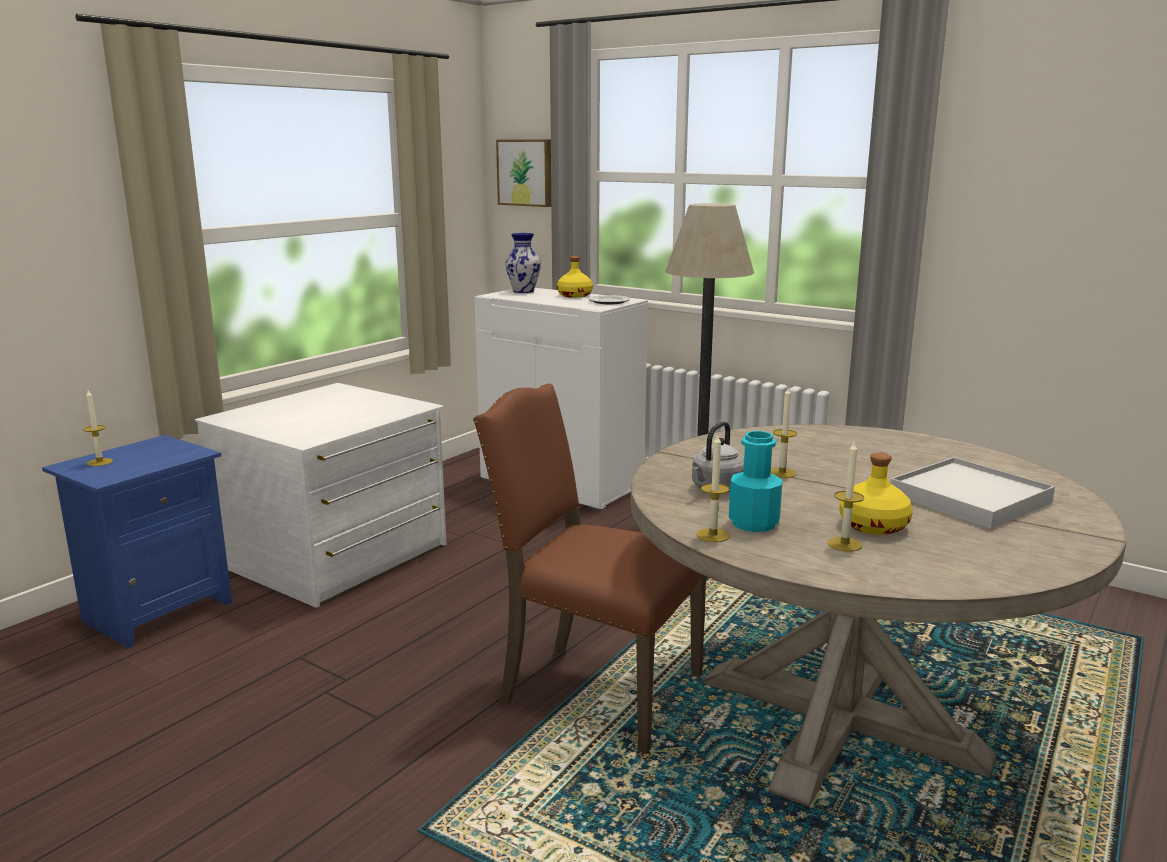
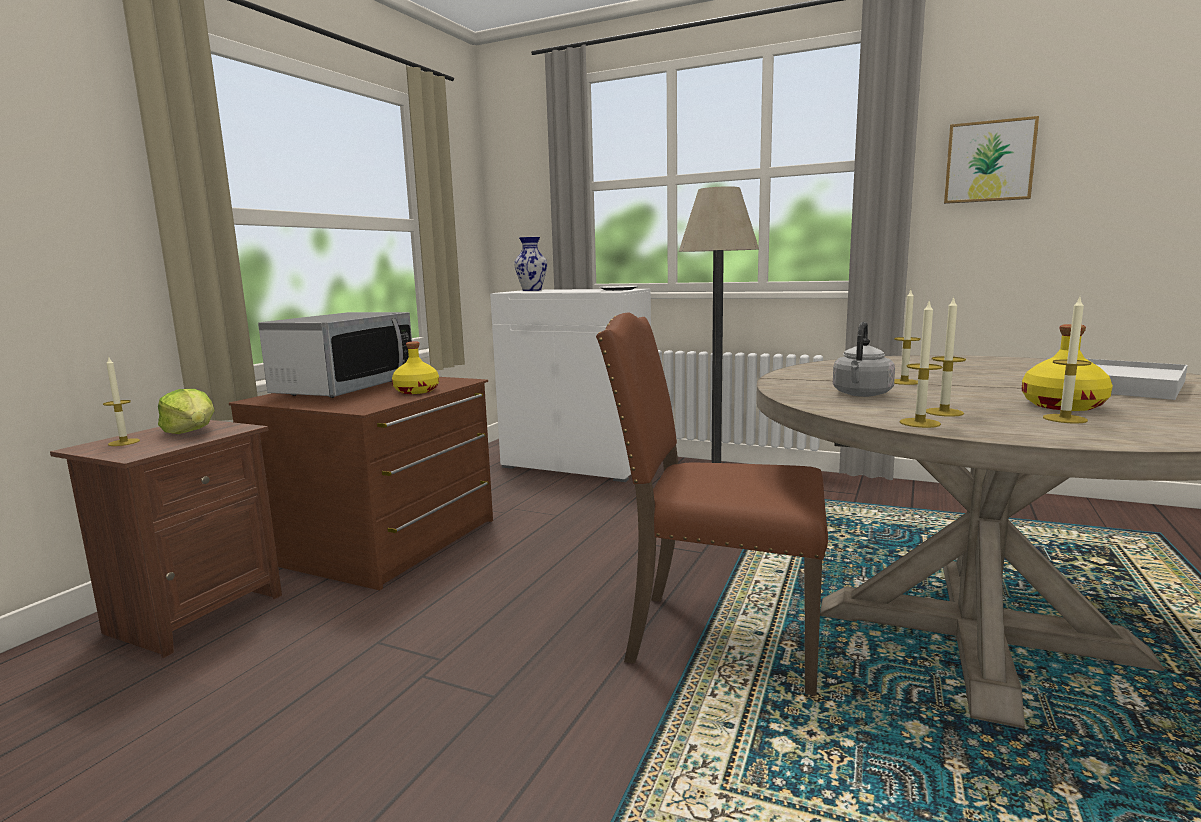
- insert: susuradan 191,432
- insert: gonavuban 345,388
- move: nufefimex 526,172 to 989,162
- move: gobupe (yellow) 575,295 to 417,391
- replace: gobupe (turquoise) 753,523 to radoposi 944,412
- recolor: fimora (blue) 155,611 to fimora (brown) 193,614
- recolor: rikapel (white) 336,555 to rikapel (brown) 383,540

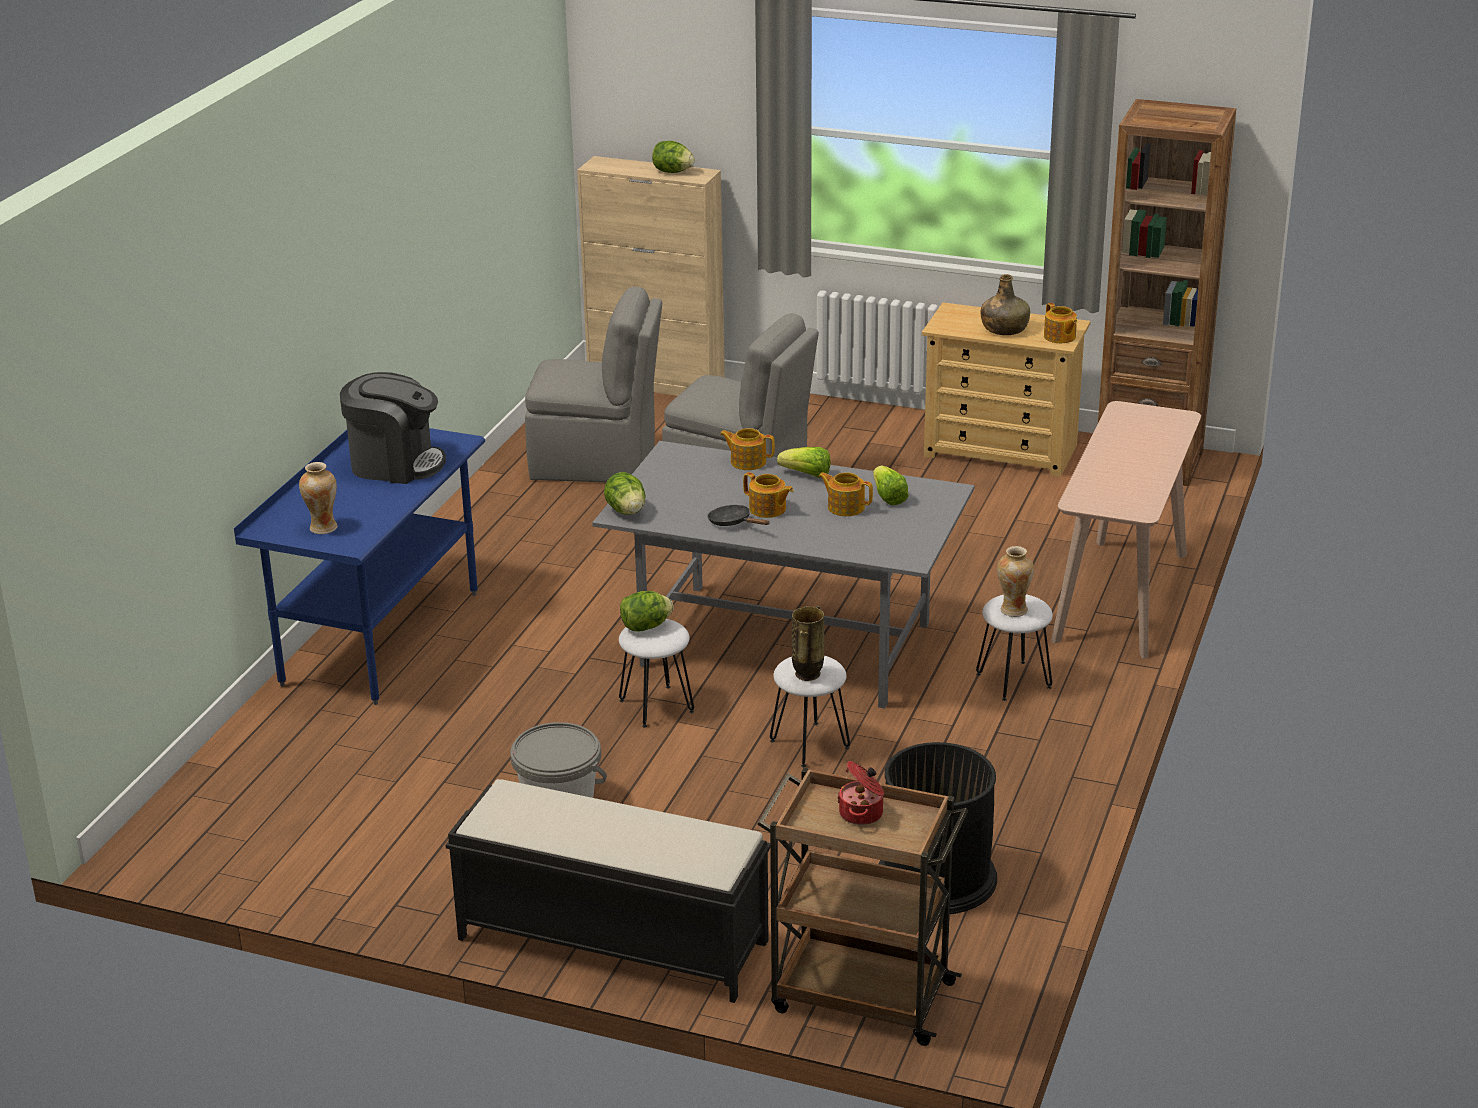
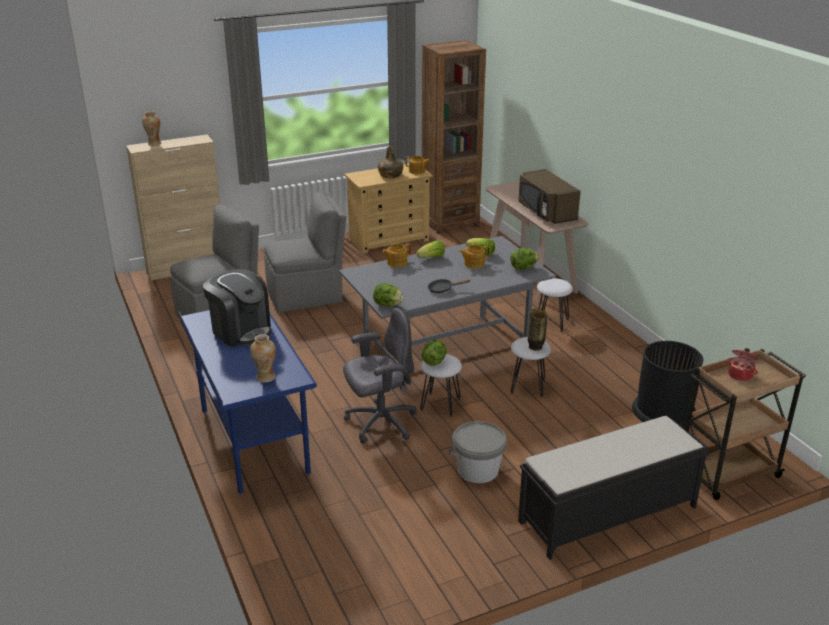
- delete: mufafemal 768,509
- insert: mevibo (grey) 380,423
- insert: gonavuban (brown) 546,212
- move: susuradan 672,172 to 523,268
- move: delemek 1013,610 to 154,144
- rotate: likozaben 395,464 = 241,330 75 degrees clockwise

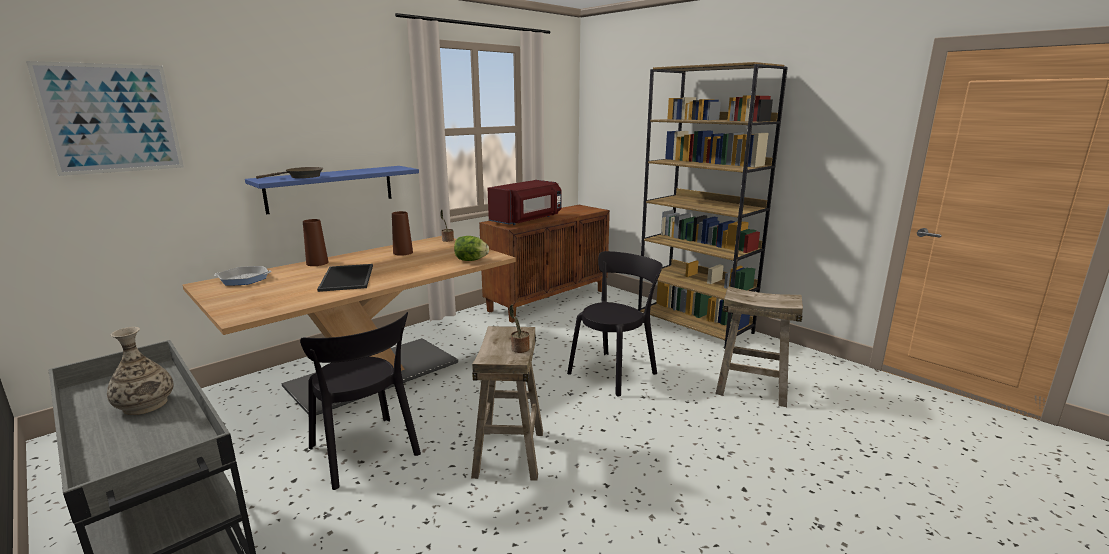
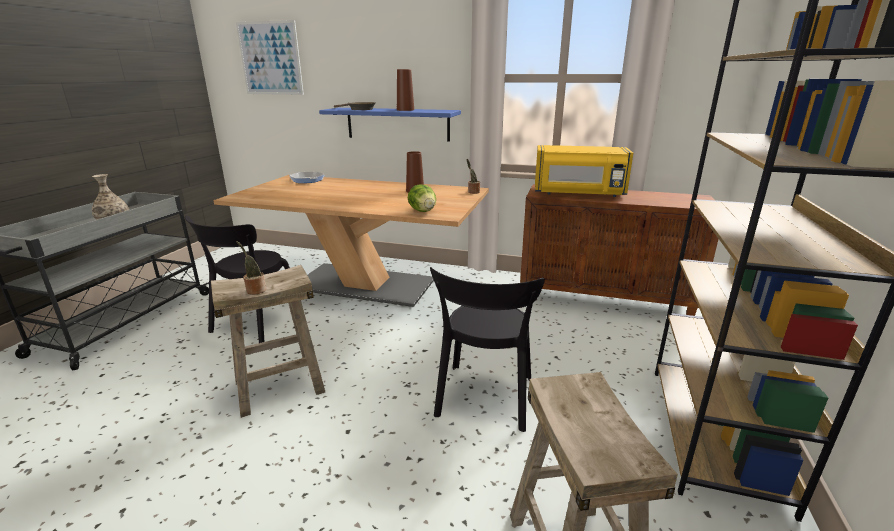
- delete: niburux 348,278
- move: delemek (brown) 317,263 to 405,110
- recolor: gonavuban (red) 527,220 to gonavuban (yellow) 578,194
- rotate: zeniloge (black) 614,372 = 484,400 90 degrees clockwise

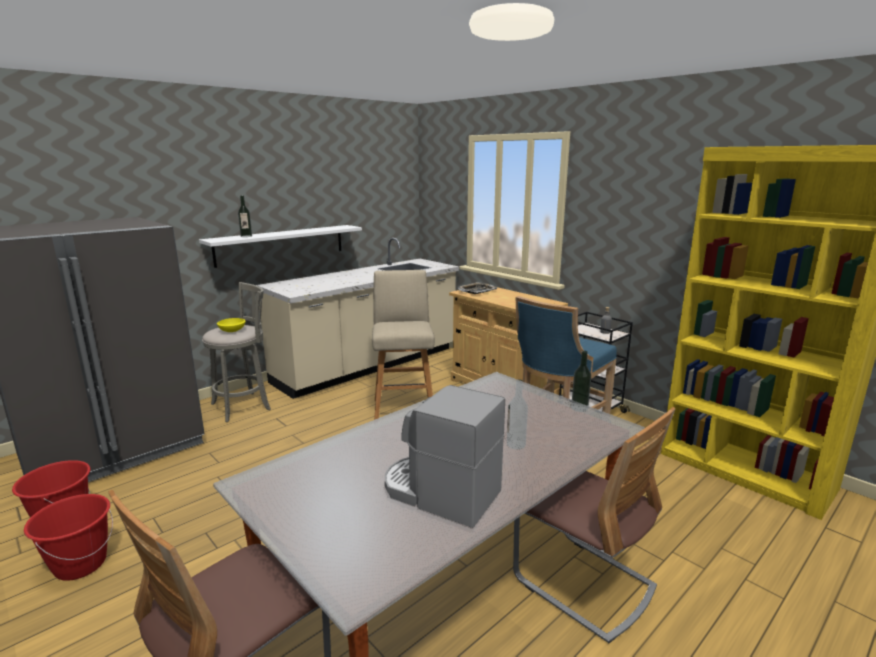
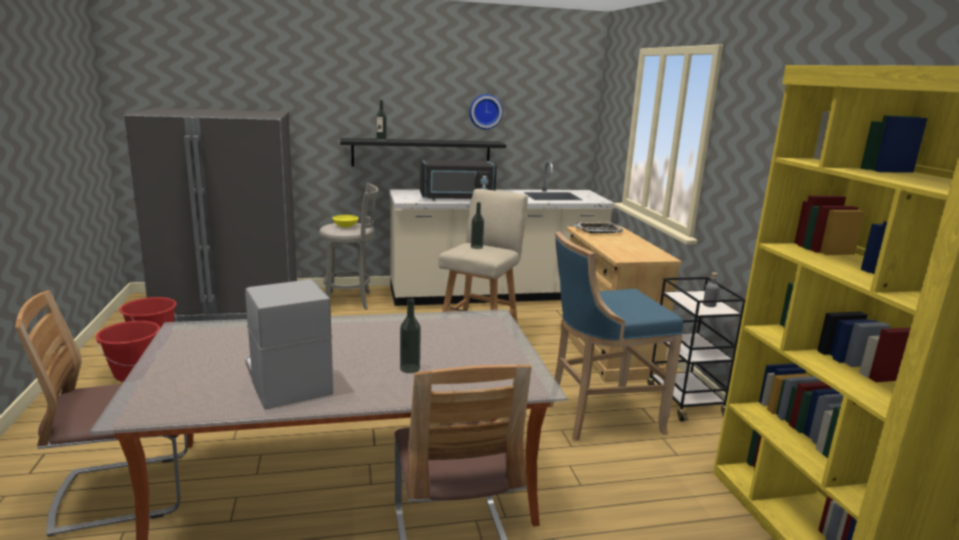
- insert: gonavuban (black) 457,199
- insert: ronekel 485,111
- move: gobupe 579,408 to 476,247
- recolor: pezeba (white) 281,245 to pezeba (black) 421,153

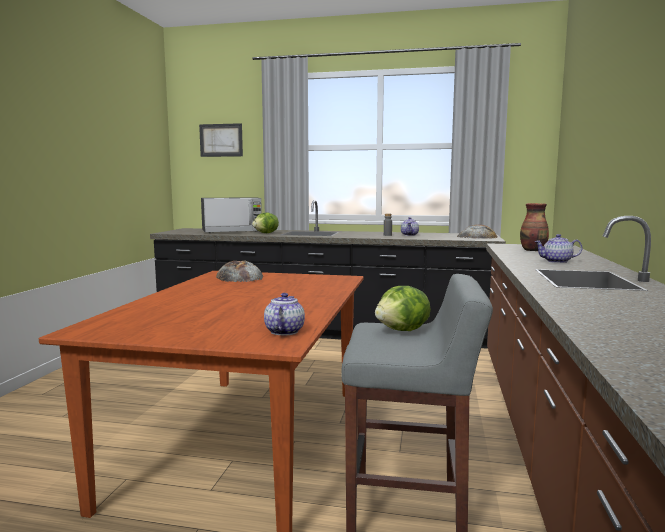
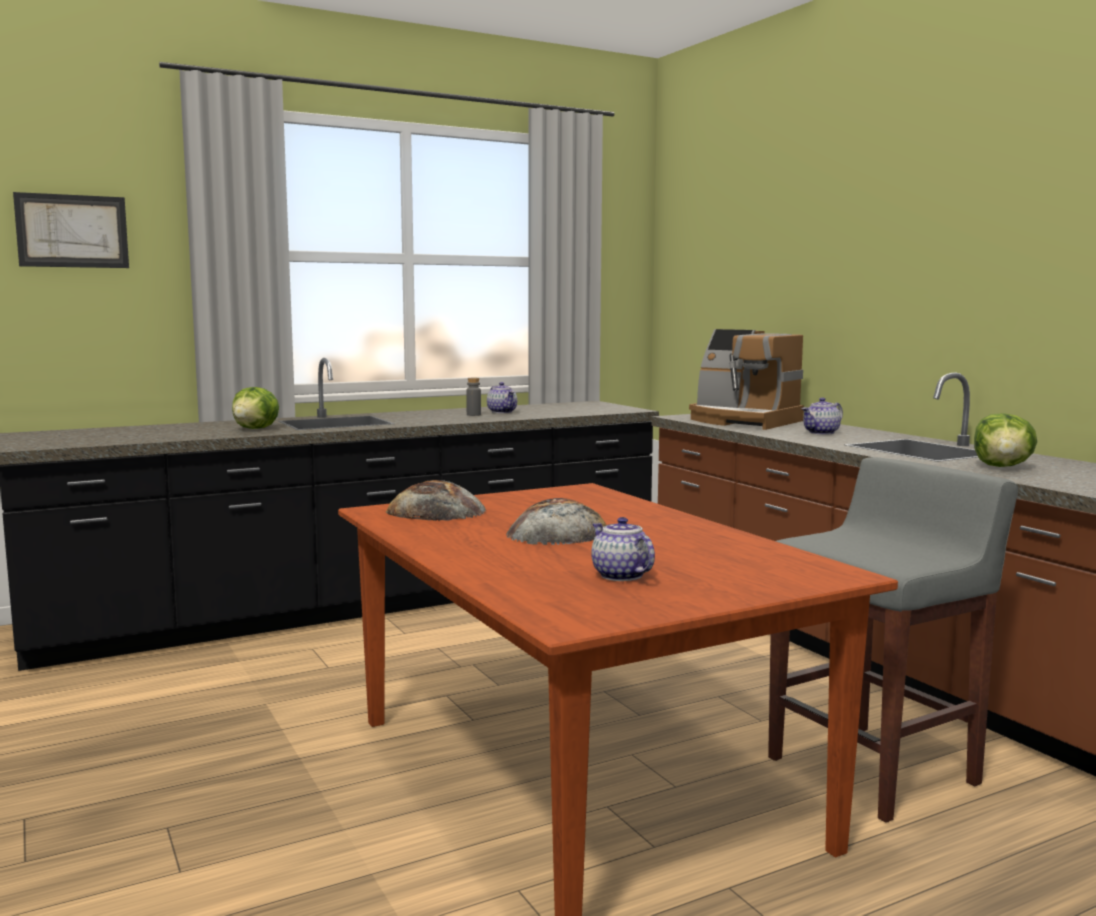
- delete: gonavuban 232,231
- move: mufafemal 284,331 to 619,575
- move: susuradan 403,330 to 1002,467
- move: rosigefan 477,236 to 558,532
- replace: delemek 533,250 to likozaben 743,421

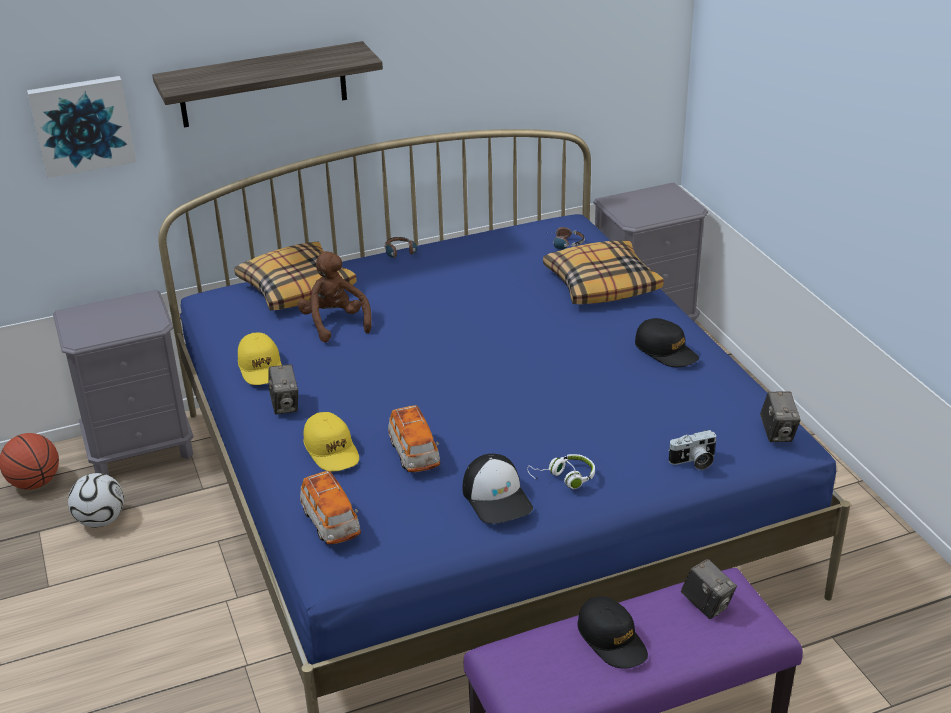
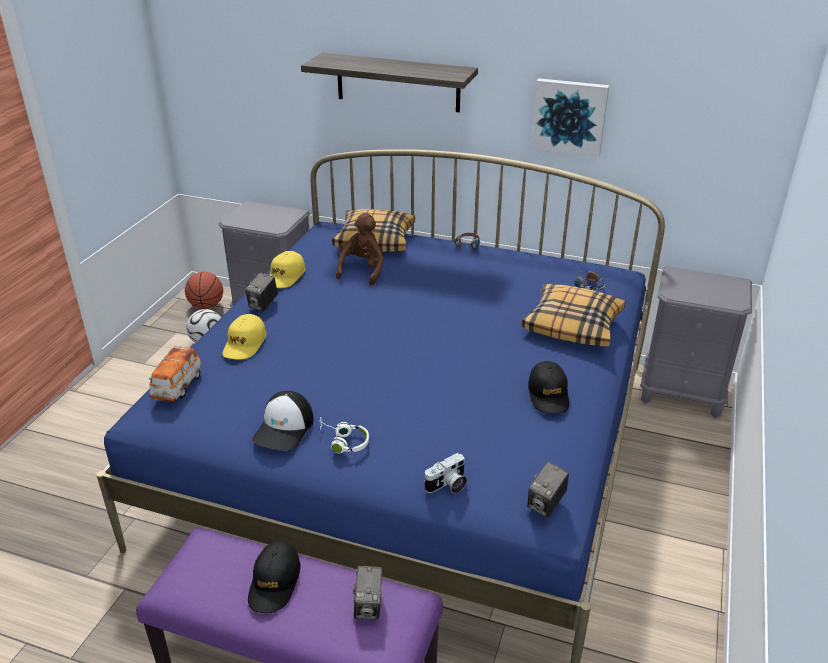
- delete: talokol 414,454
- move: nufefimex 82,125 to 569,116
- rotate: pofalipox 694,462 = 448,485 60 degrees counterclockwise

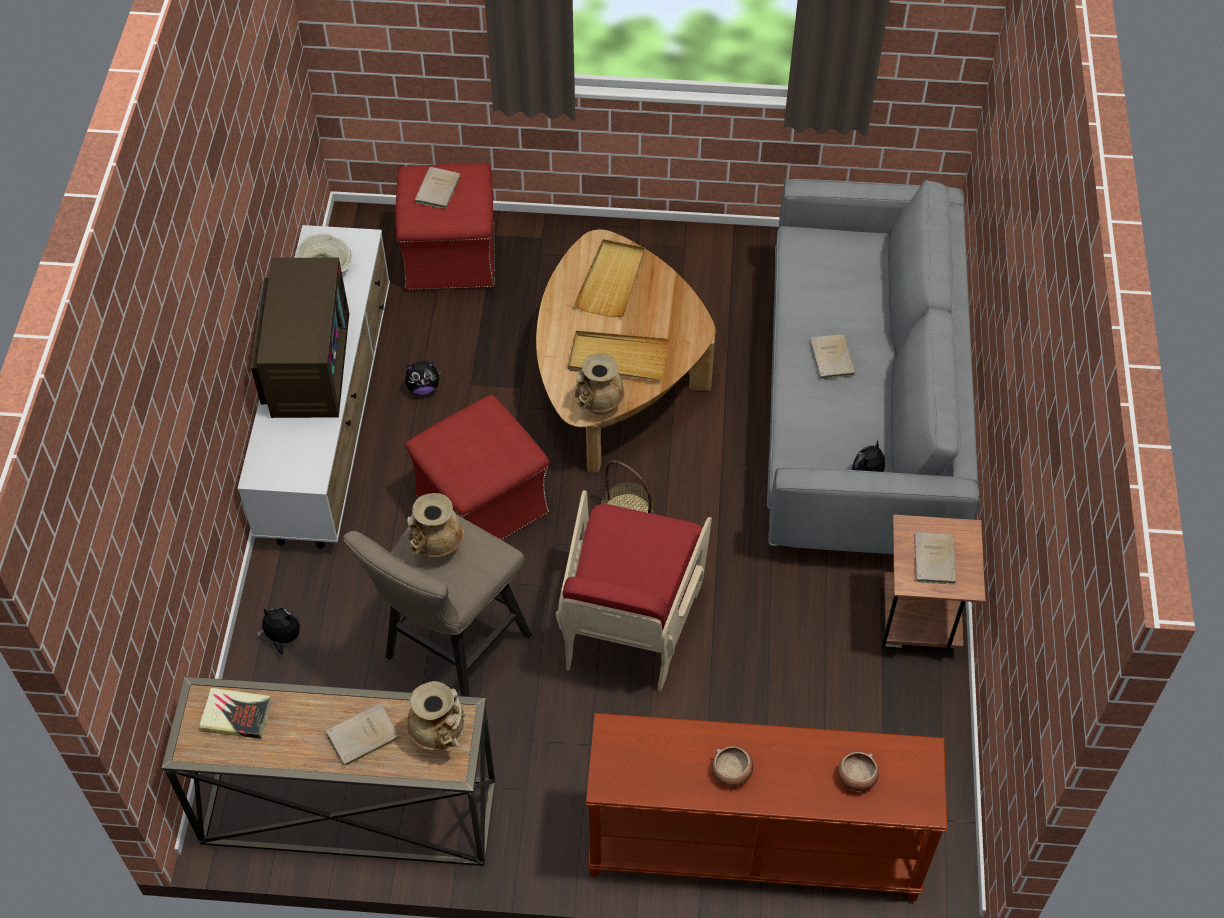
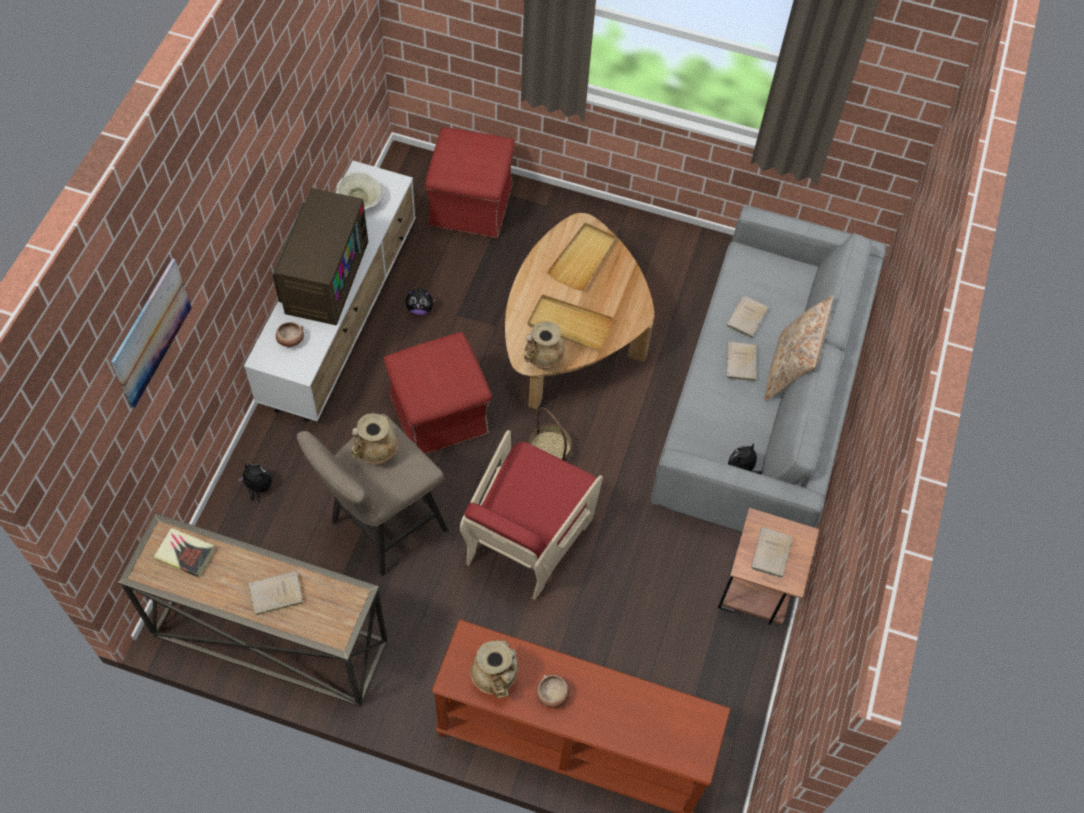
- insert: nufefimex 151,332
- insert: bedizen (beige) 790,370
- move: delemek (beige) 440,735 to 495,678
- move: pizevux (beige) 437,190 to 746,319
- move: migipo 856,778 to 290,340

